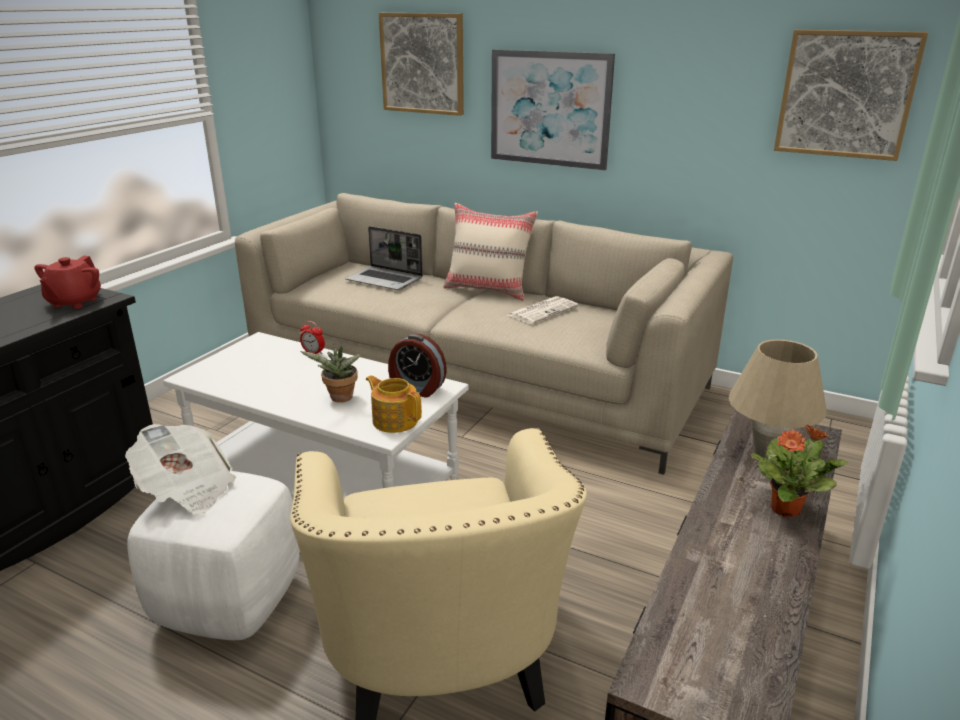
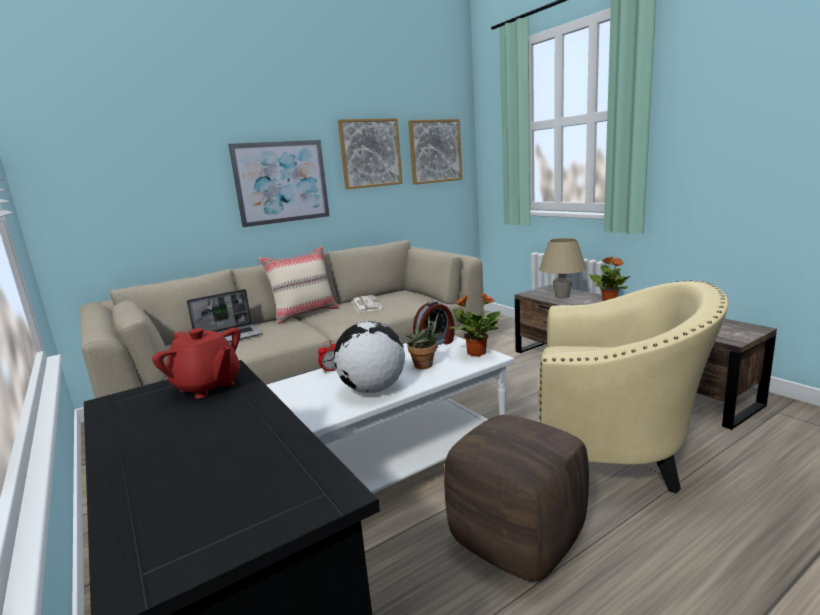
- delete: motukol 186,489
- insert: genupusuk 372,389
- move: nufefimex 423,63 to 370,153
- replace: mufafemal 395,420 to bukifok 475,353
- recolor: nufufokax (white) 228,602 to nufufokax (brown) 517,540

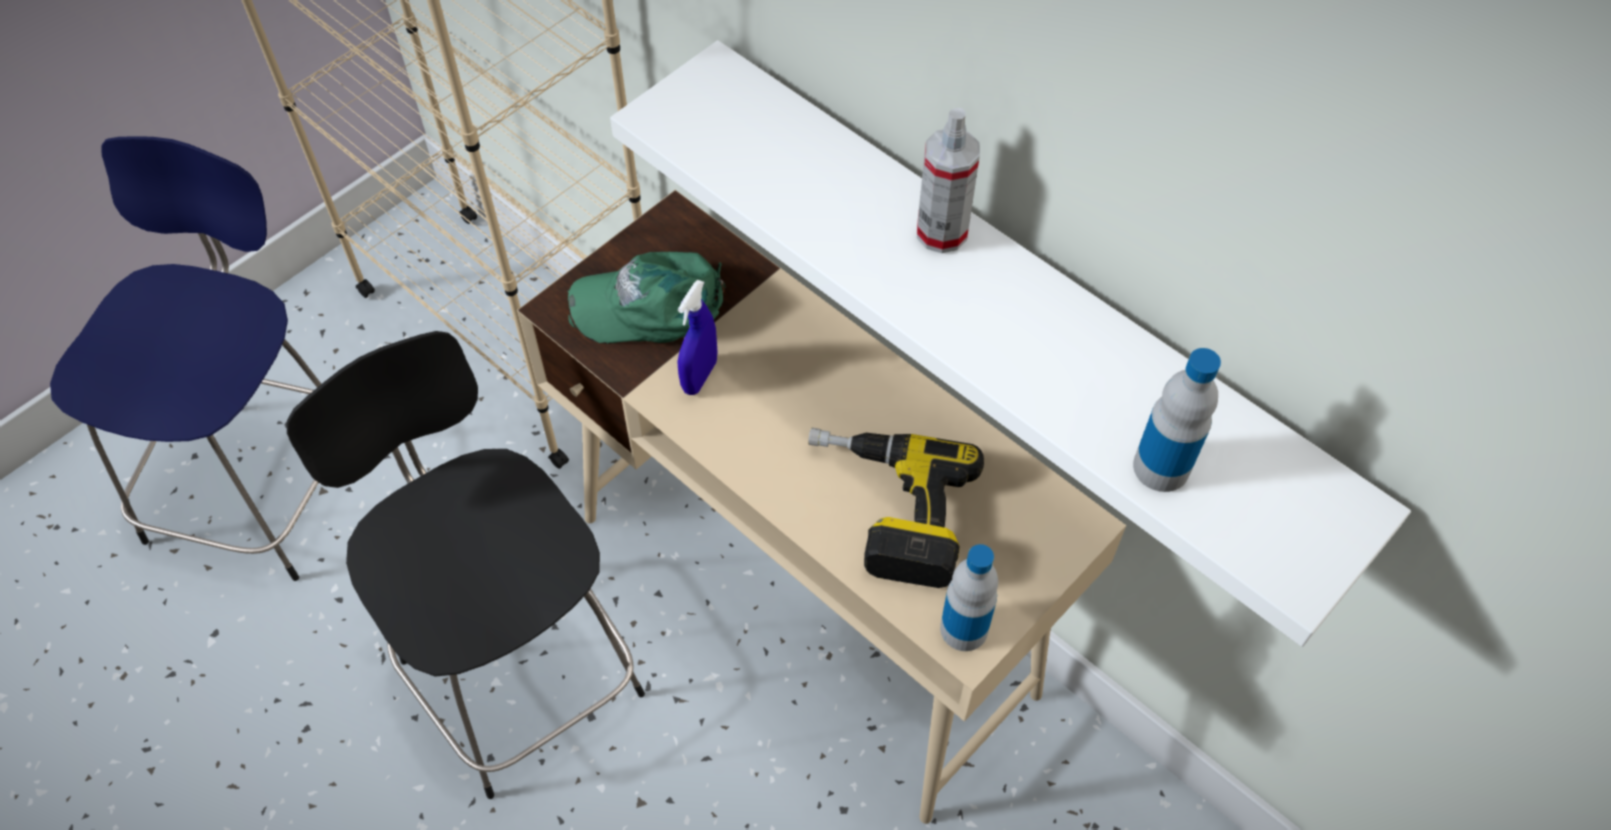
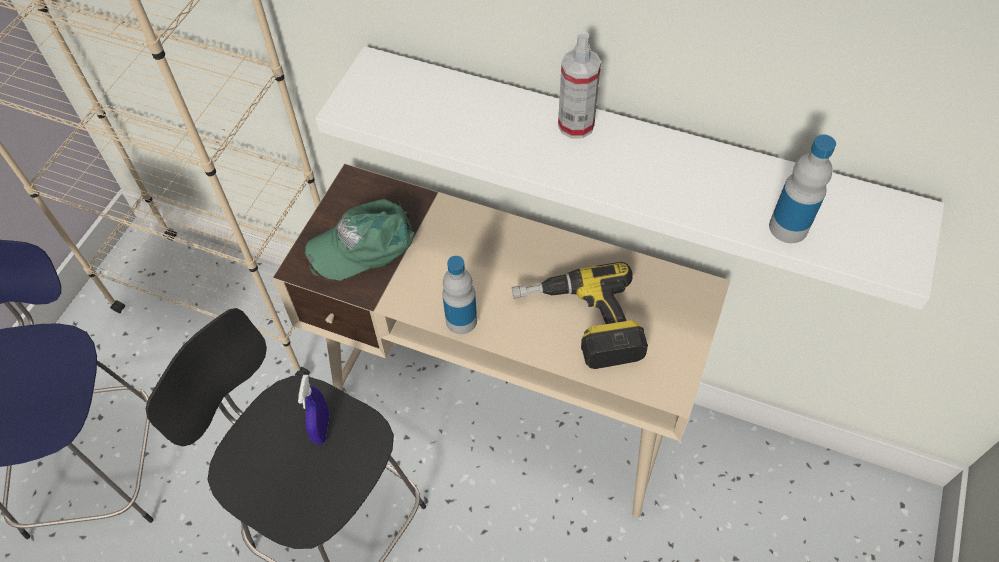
- move: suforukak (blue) 699,376 to 321,428
- move: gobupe 964,629 to 461,320

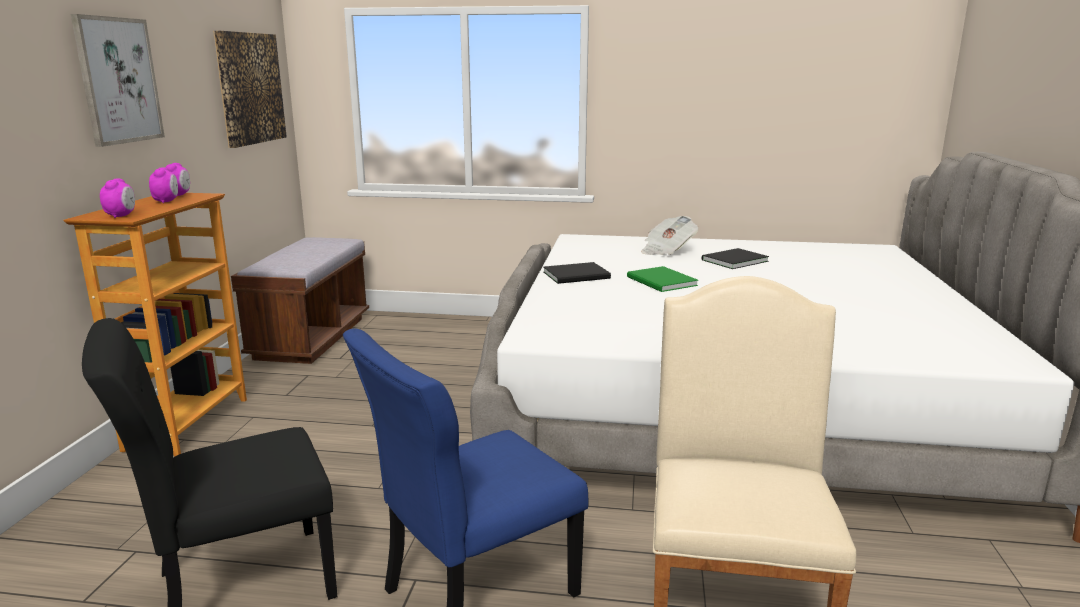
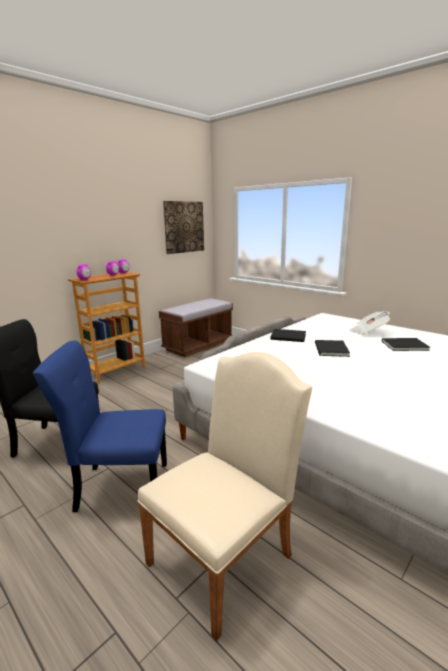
- delete: nufefimex 118,80
- recolor: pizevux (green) 661,282 to pizevux (black) 330,350

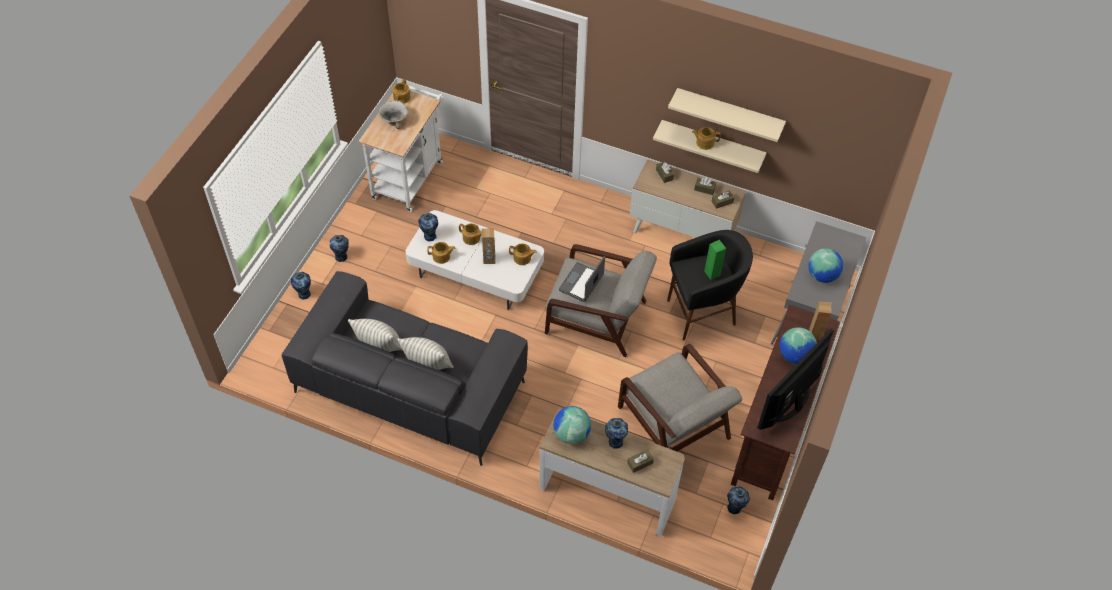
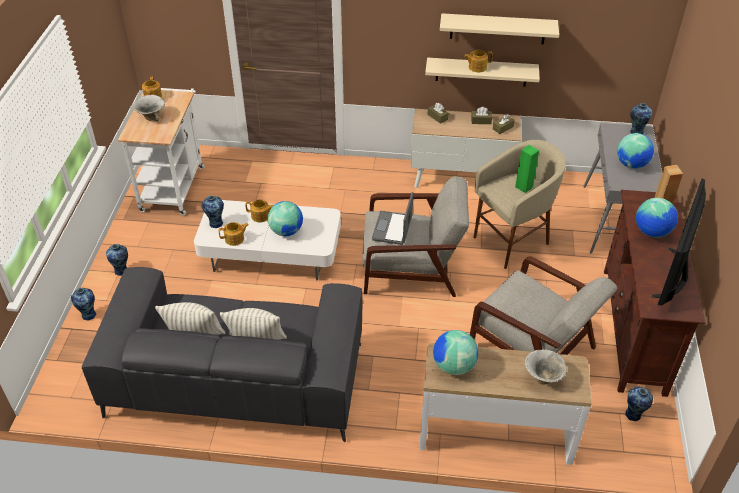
- delete: mufafemal 522,258
- move: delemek 615,441 to 636,132
- replace: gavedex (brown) 489,259 to genupusuk 286,231
- replace: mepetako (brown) 640,463 to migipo 543,377
- recolor: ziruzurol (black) 702,314 to ziruzurol (beige) 512,242

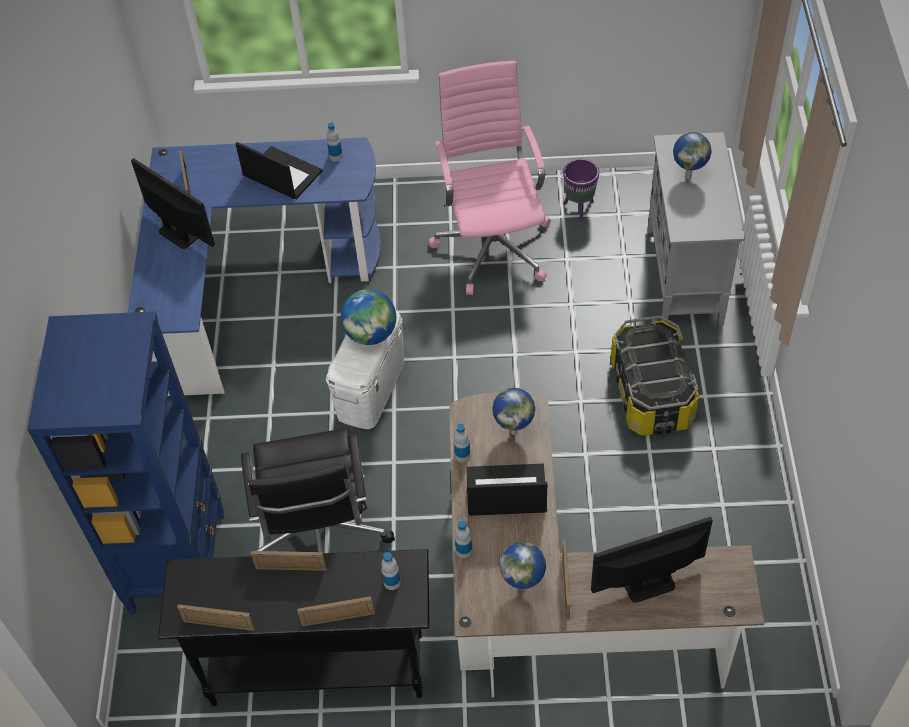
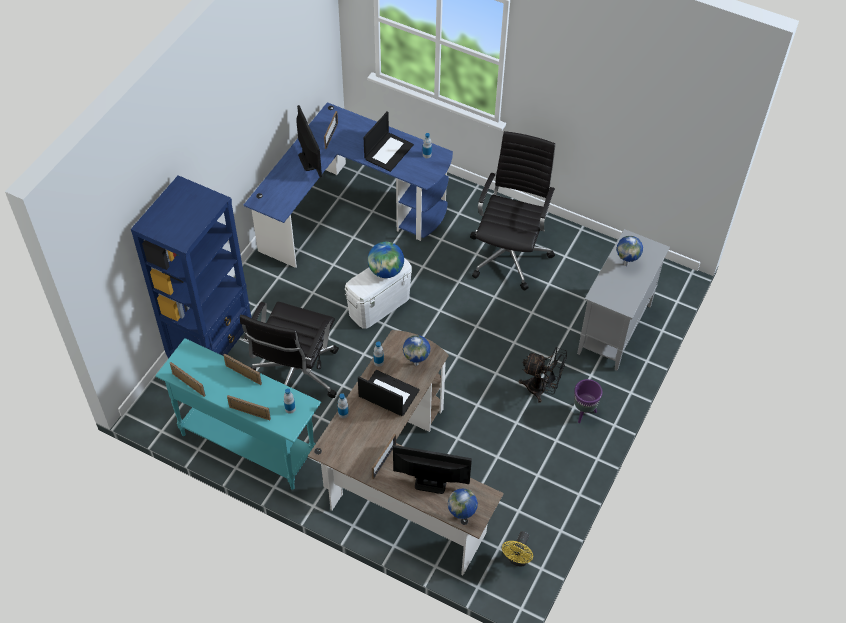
- insert: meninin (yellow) 517,559
- move: genupusuk 523,585 to 462,517
- move: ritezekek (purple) 579,208 to 583,413
- replace: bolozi 650,393 to meninin (black) 541,389
- recolor: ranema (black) 316,668 to ranema (turquoise) 248,445
- recolor: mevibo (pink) 493,244 to mevibo (black) 510,254
- rotate: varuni 281,174 = 388,151 60 degrees clockwise

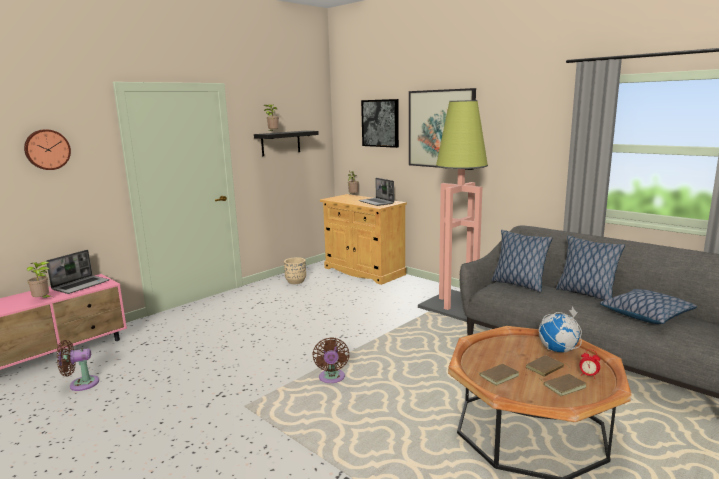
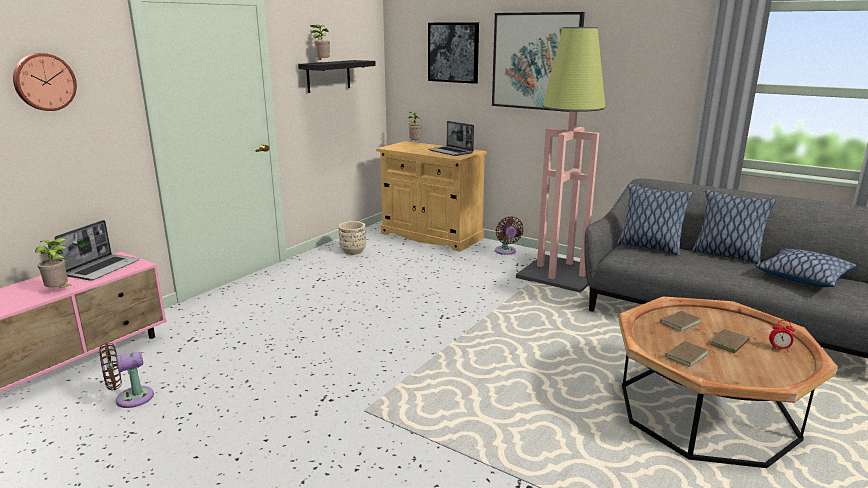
- delete: genupusuk 558,350
- move: meninin (brown) 332,378 to 506,251
- move: pizevux (brown) 563,386 to 679,322

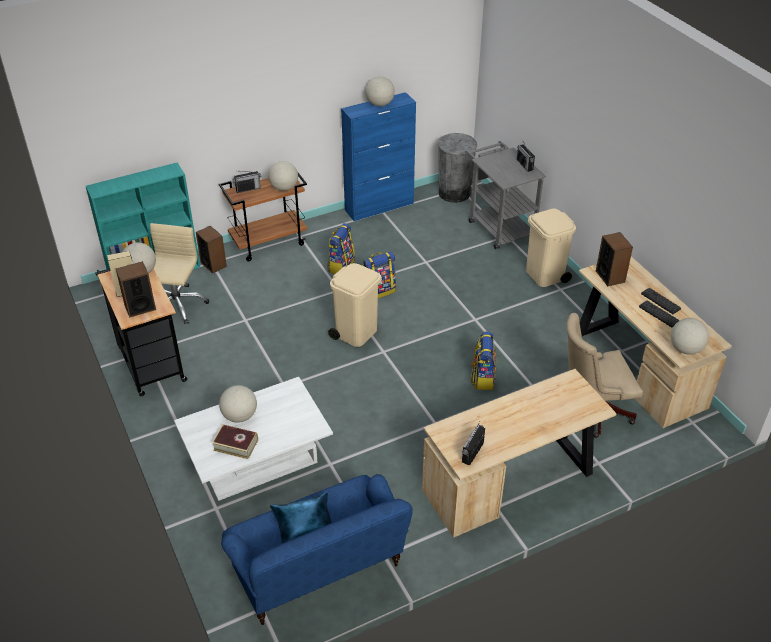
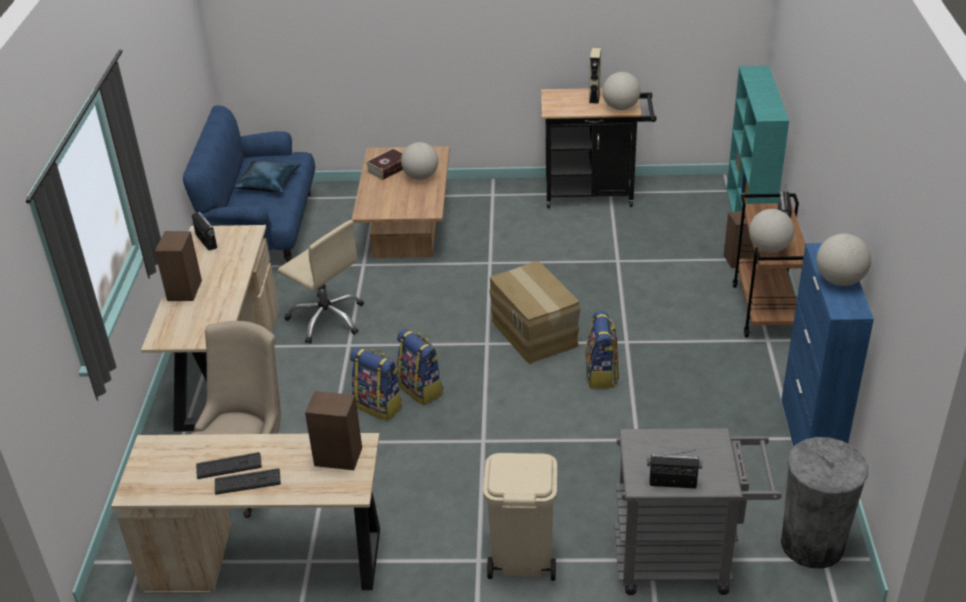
- delete: genupusuk 685,349
- move: gavedex 140,307 to 185,290
- move: mevibo (beige) 177,305 to 327,318
- move: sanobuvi 341,265 to 421,389
- replace: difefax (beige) 356,332 to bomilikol 535,333
- recolor: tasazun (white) 257,461 to tasazun (brown) 406,227

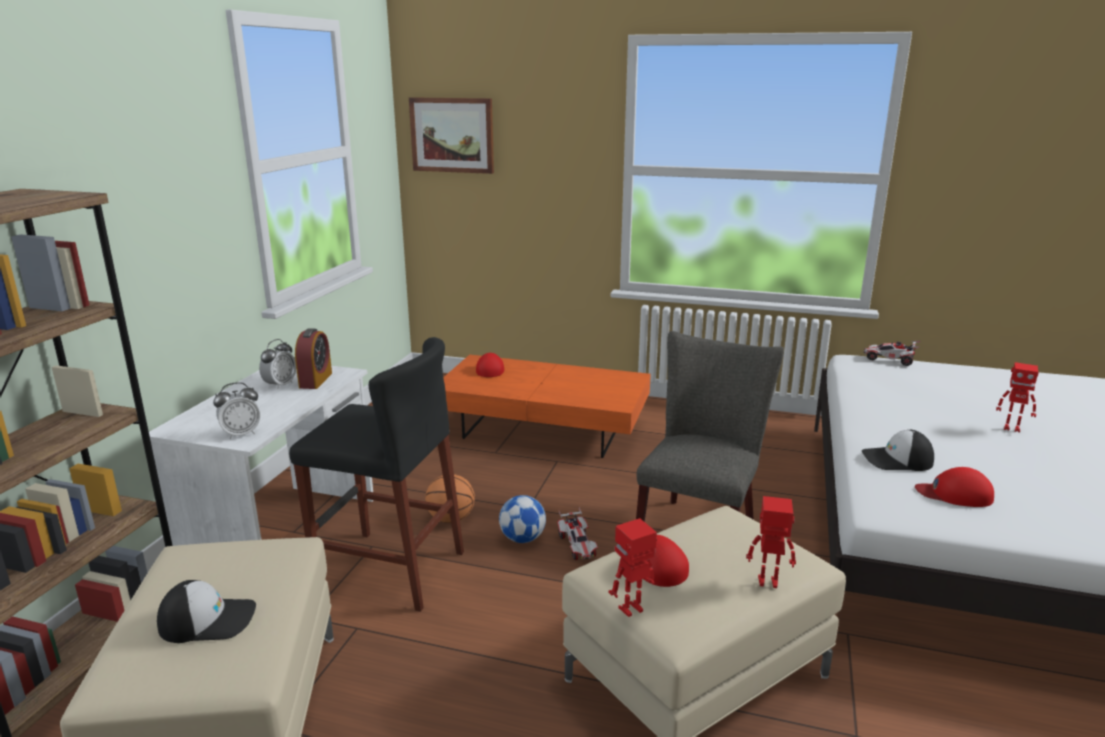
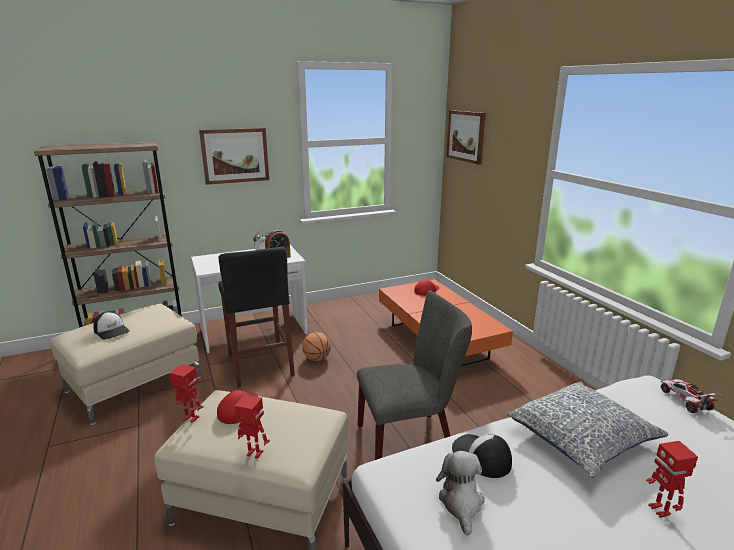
- delete: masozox 241,434
- delete: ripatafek 523,538
- delete: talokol 577,546
- insert: nufefimex 235,155
- insert: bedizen 581,439
- replace: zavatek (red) 954,494 to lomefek 461,503
- rotate: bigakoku 768,583 = 254,454 45 degrees counterclockwise

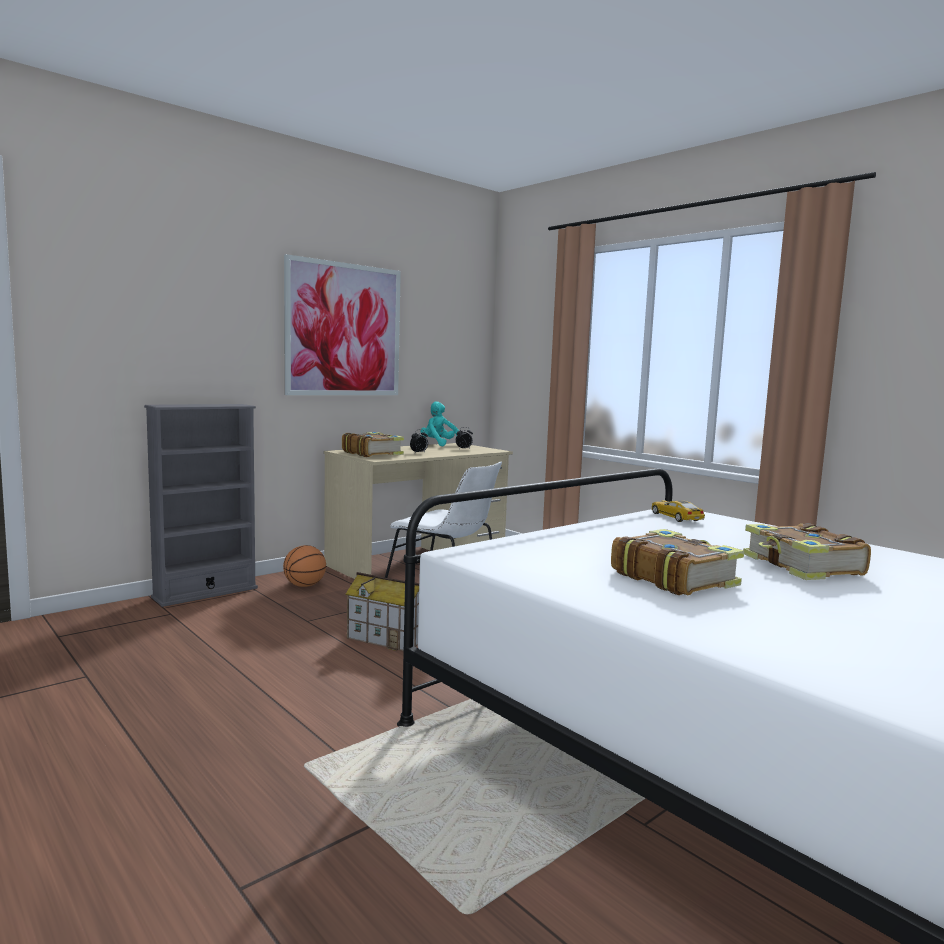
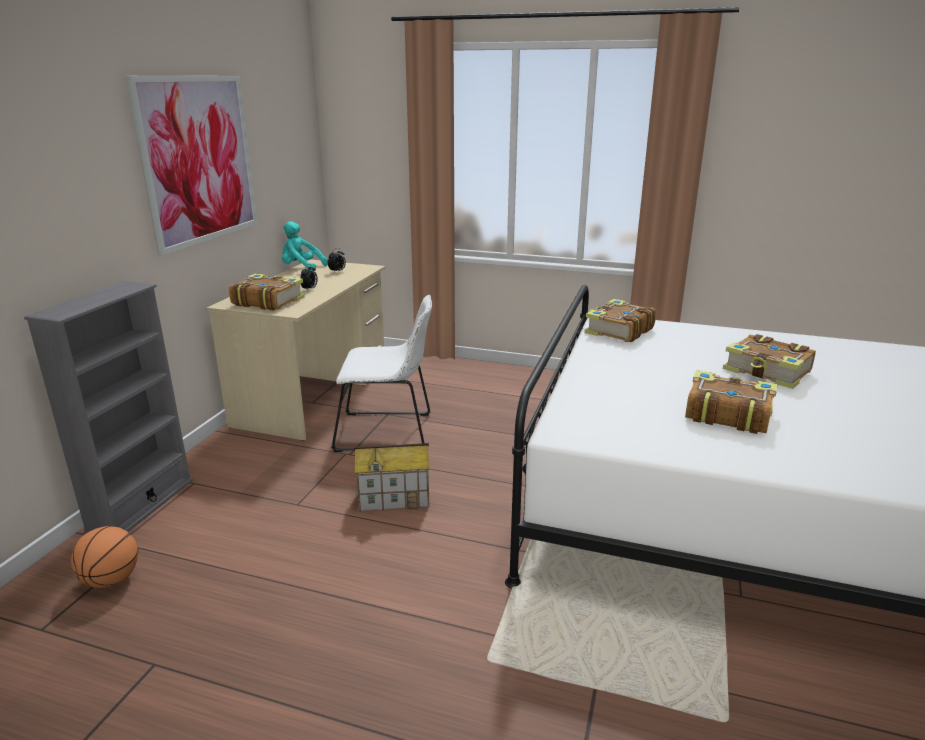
- move: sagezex 304,586 to 111,580
- replace: talokol 675,517 to pizevux 618,331

